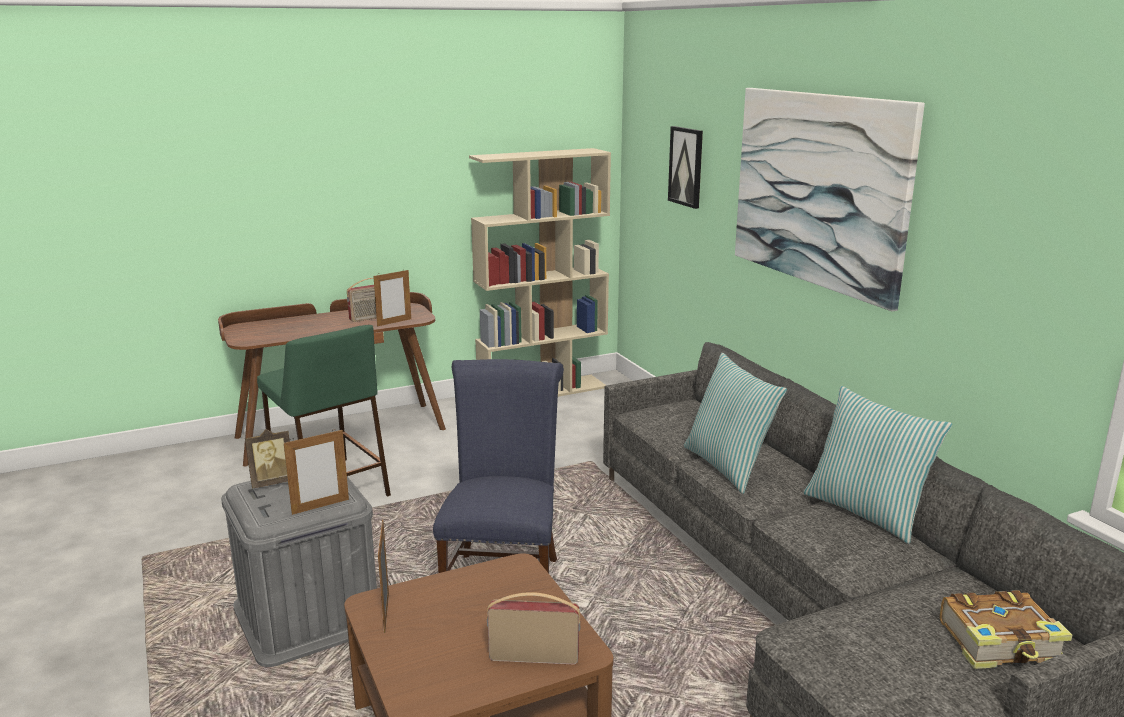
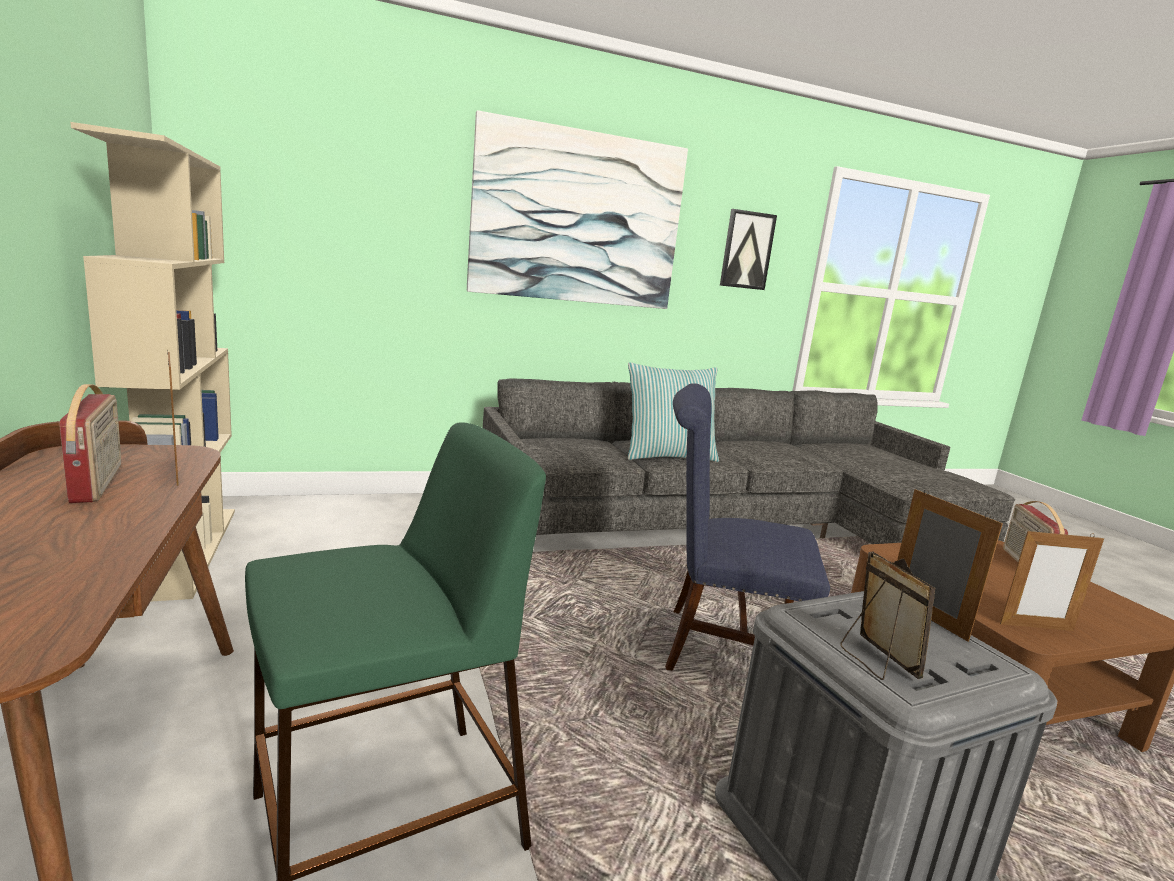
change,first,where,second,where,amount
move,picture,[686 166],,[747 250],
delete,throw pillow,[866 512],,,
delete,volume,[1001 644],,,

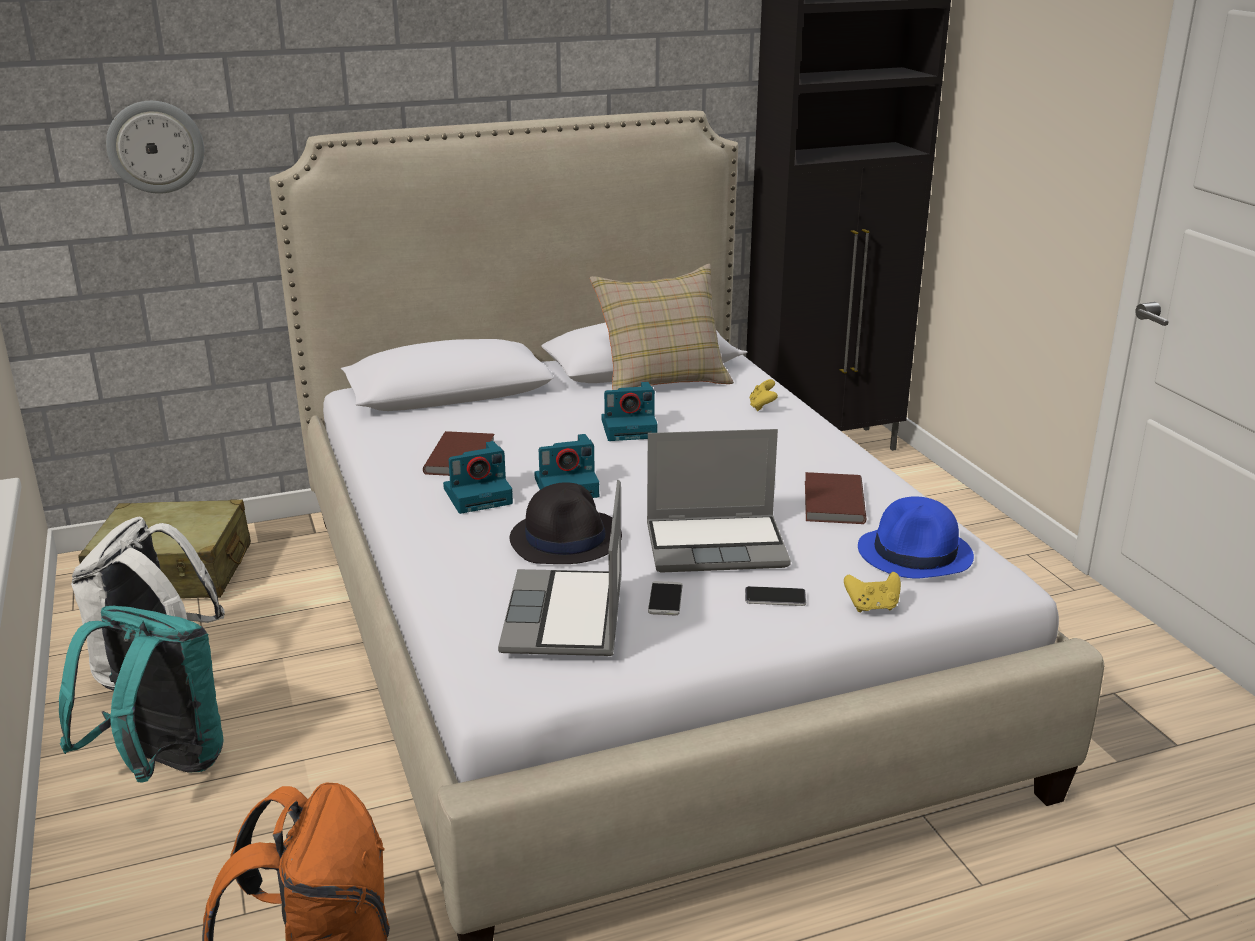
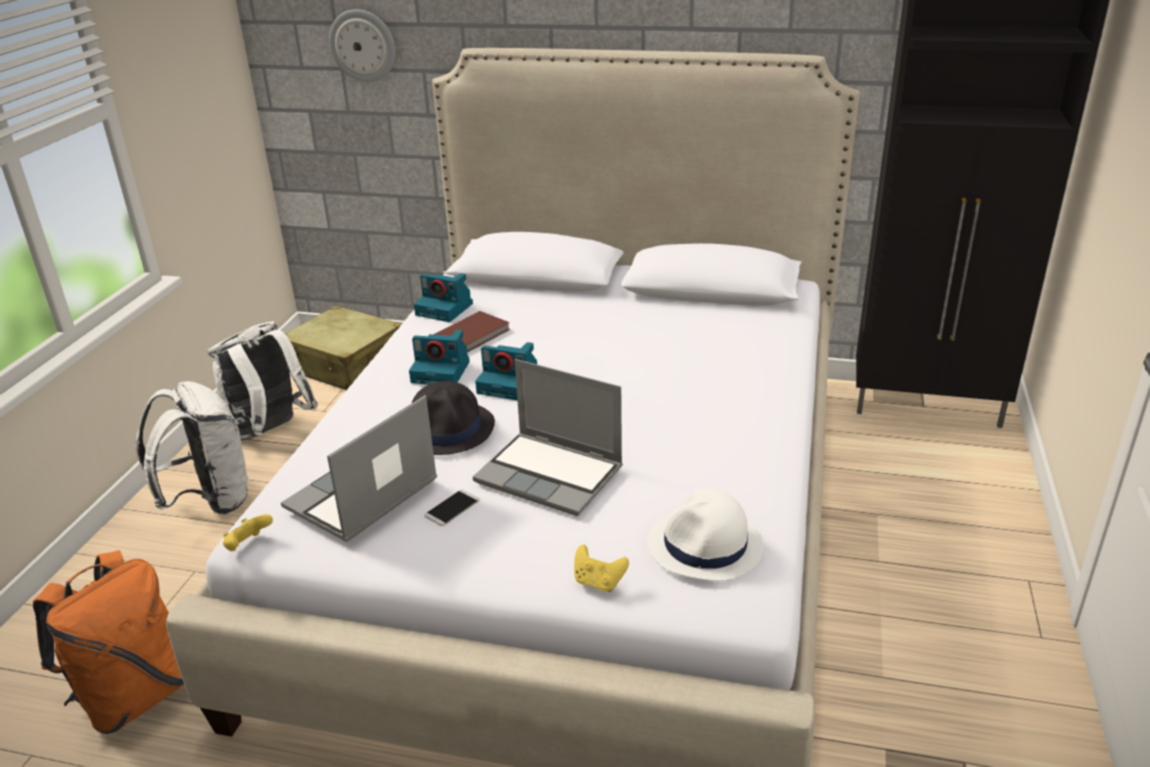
change,first,where,second,where,amount
delete,beige throw pillow,[662 379],,,
move,yellowish game controller,[762 406],,[248 545],
move,still camera,[630 428],,[445 309],
delete,brown volume,[831 502],,,
recolor,blue-coloured hat,[915 554],white-coloured hat,[705 546],
delete,handset,[775 597],,,
recolor,turquoise knapsack,[161 766],white-coloured knapsack,[210 501],

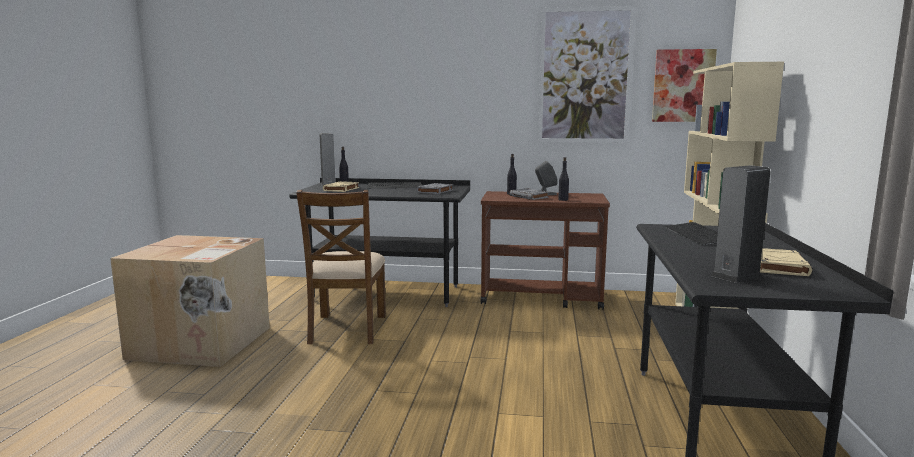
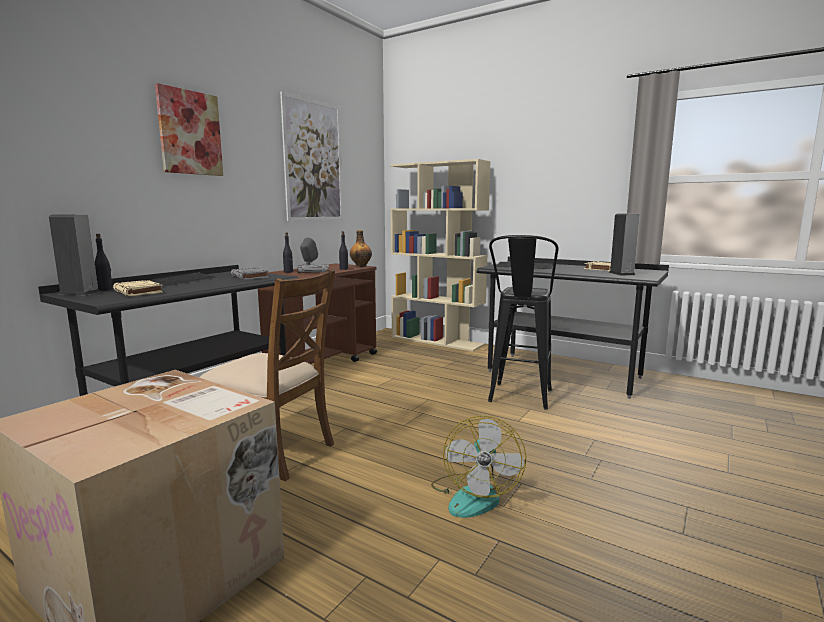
change,first,where,second,where,amount
move,picture,[683 86],,[190 133],
insert,,,bottle,[361 266],
insert,,,black-coloured stool seat,[519 400],
insert,,,electric fan,[474 495],

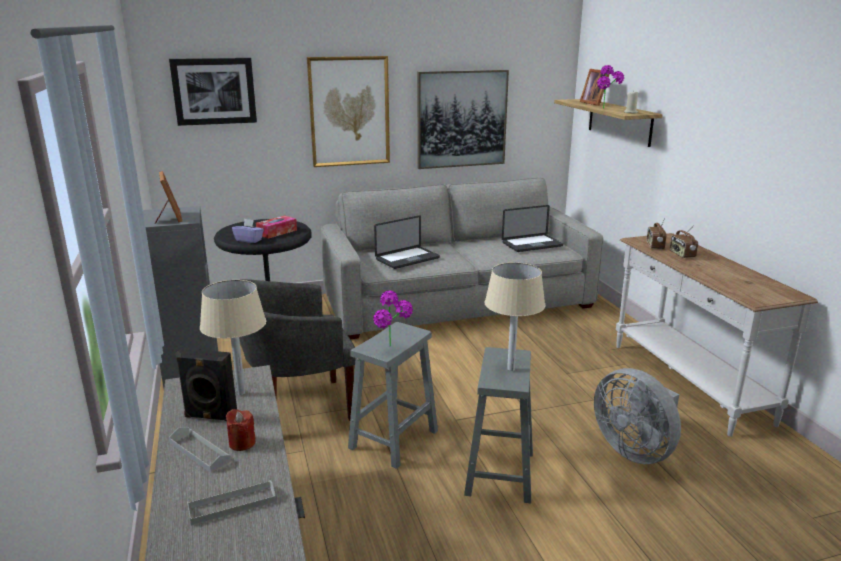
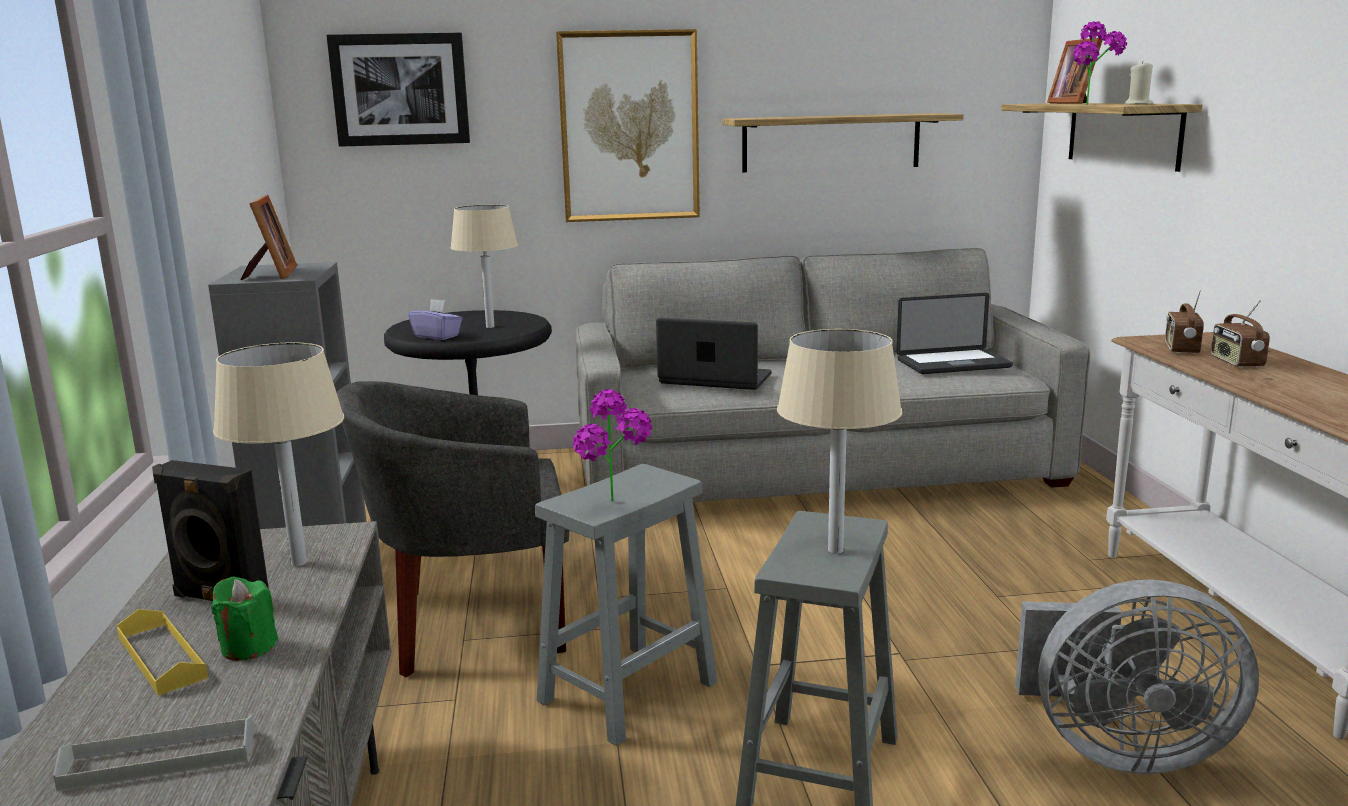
change,first,where,second,where,amount
replace,picture,[461 119],bracket shelf,[831 142],
replace,tissue box,[277 232],beige tabletop lamp,[490 327],
rotate,notebook computer,[407 259],,[715 379],135 degrees counterclockwise
rotate,grey electric fan,[635 450],,[1119 749],60 degrees counterclockwise
recolor,reddish candle,[242 443],green-coloured candle,[248 647],
recolor,grey carrying tray,[199 452],yellowish carrying tray,[161 657],

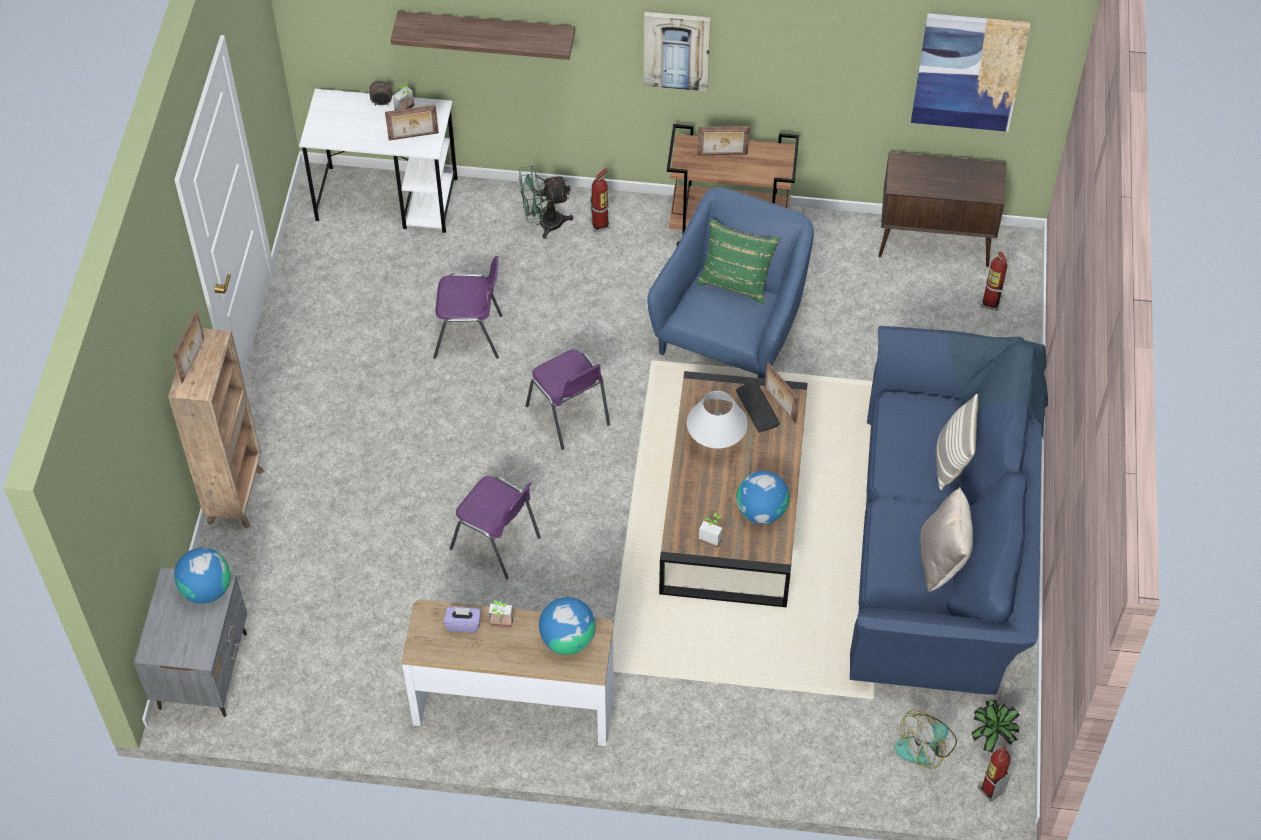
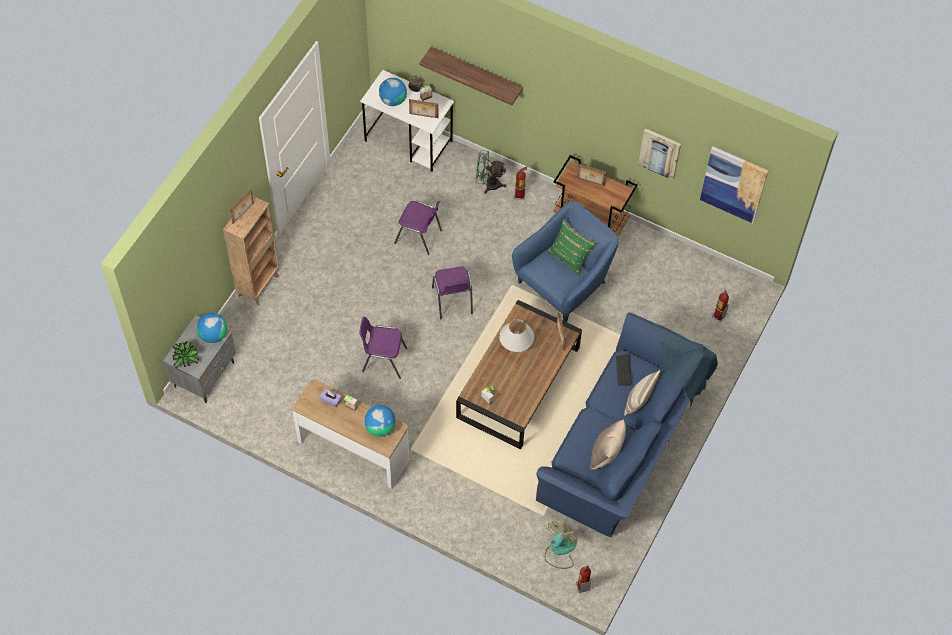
change,first,where,second,where,amount
move,picture,[676 50],,[660 153],
delete,brown cupboard,[935 243],,,
move,computer keyboard,[757 407],,[623 370],
move,desk globe,[761 511],,[393 100],
rotate,purplish upright chair,[497 544],,[383 360],135 degrees clockwise
move,potted plant,[991 737],,[187 362],
rotate,electric fan,[926 746],,[559 551],135 degrees clockwise

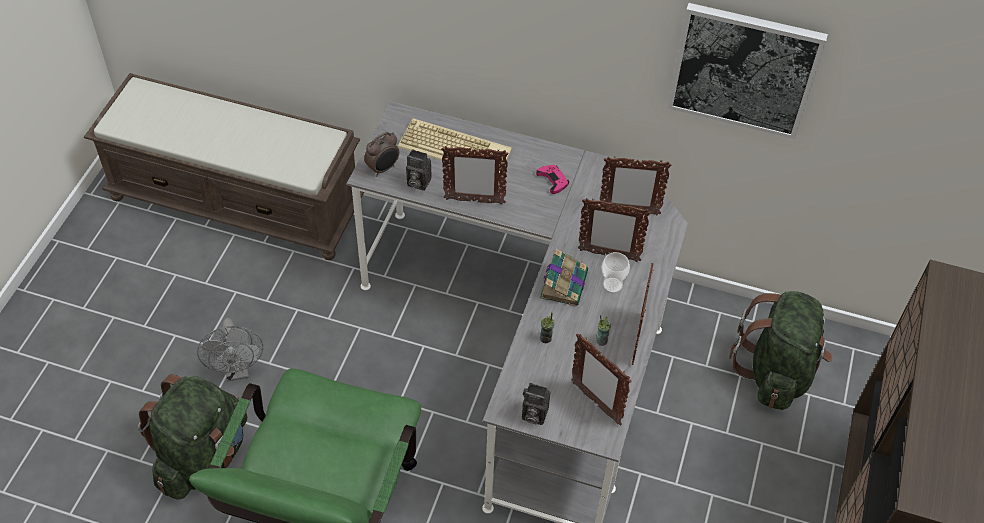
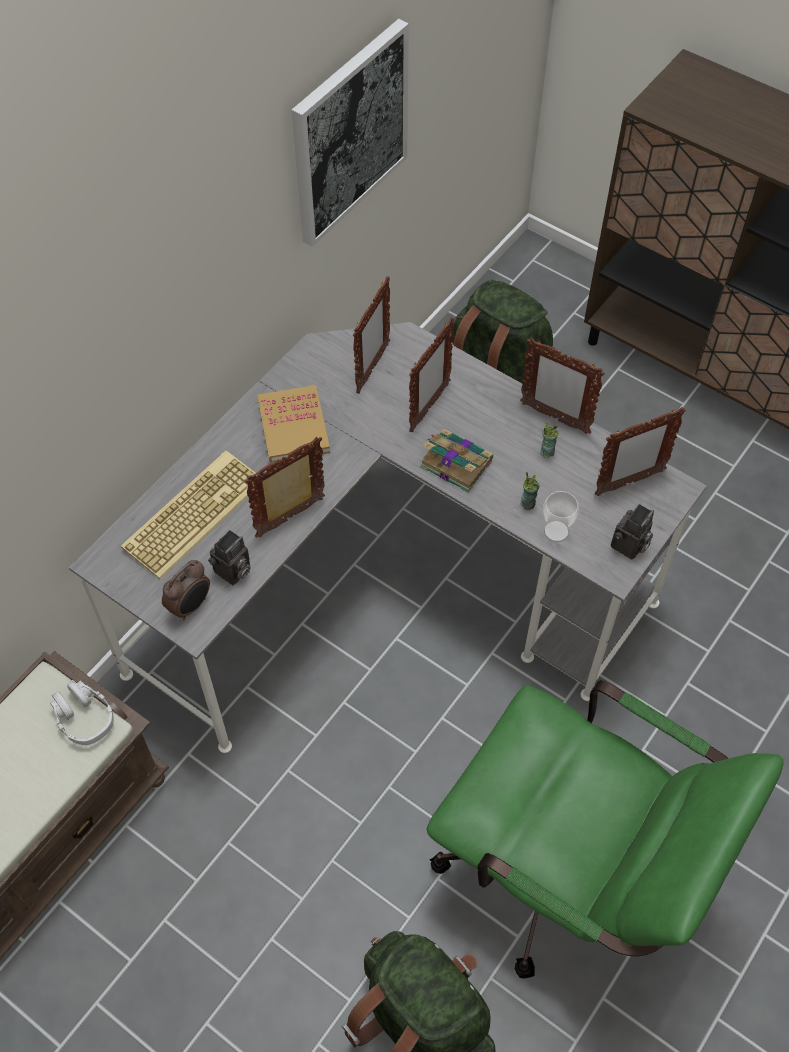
change,first,where,second,where,amount
rotate,alarm clock,[383 169],,[191 606],60 degrees clockwise
rotate,photo frame,[474 201],,[291 518],150 degrees counterclockwise
replace,pinkish game controller,[553 180],volume,[293 426],
move,cup,[612 285],,[556 531],
delete,grey electric fan,[237 370],,,
insert,,,grey pair of headphones,[84 717],

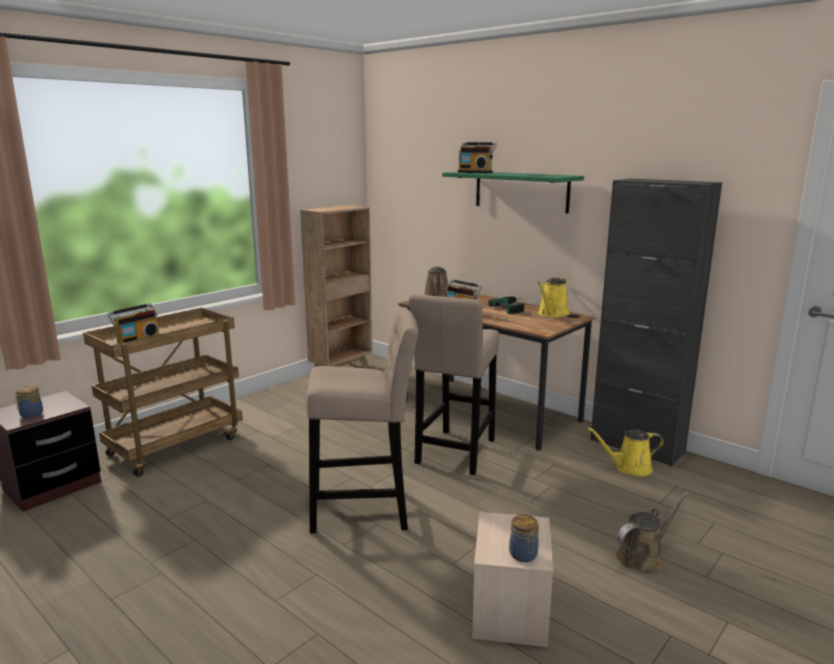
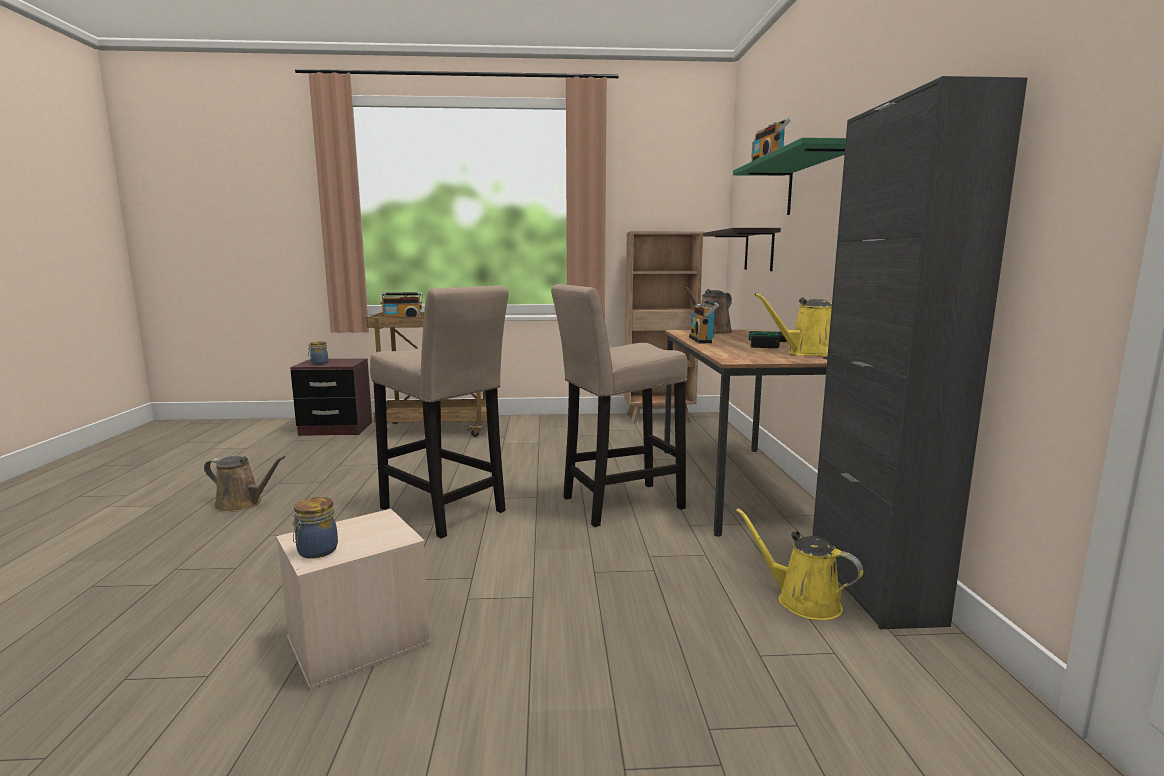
change,first,where,second,where,amount
move,brown sprinkling can,[643 558],,[242 504],
insert,,,bracket shelf,[759 250],

